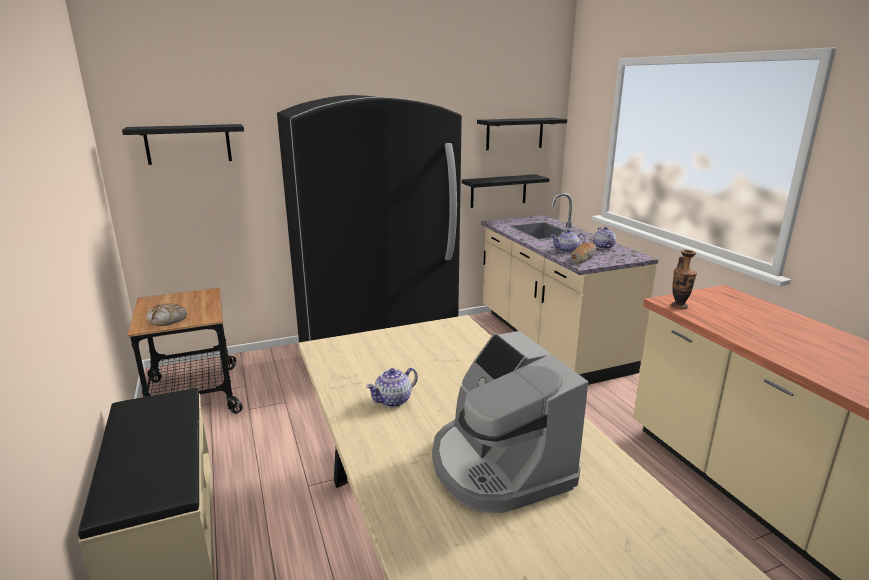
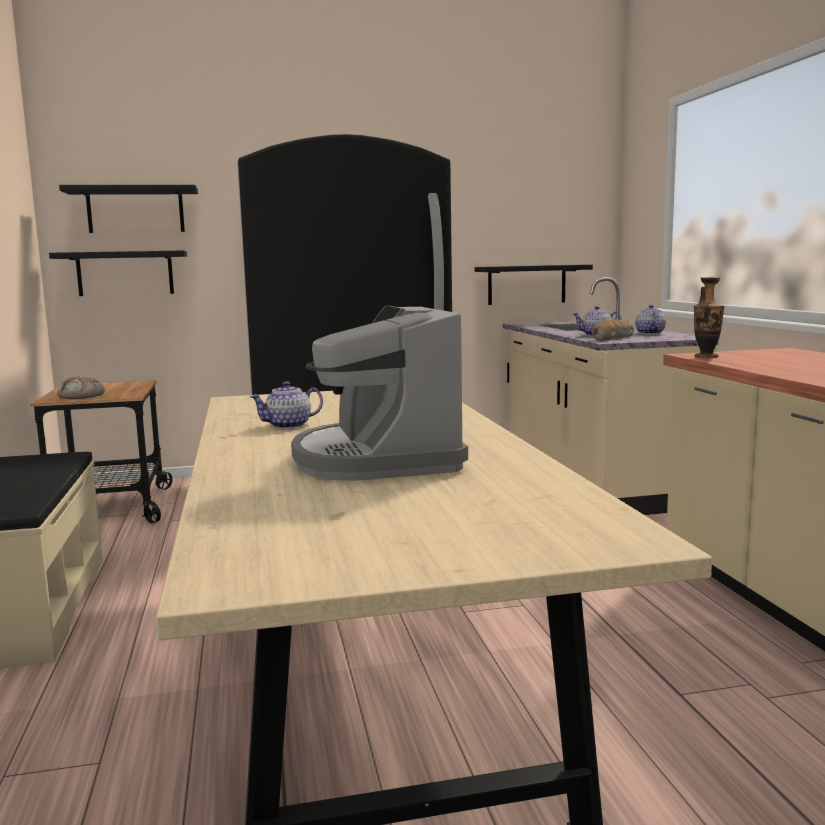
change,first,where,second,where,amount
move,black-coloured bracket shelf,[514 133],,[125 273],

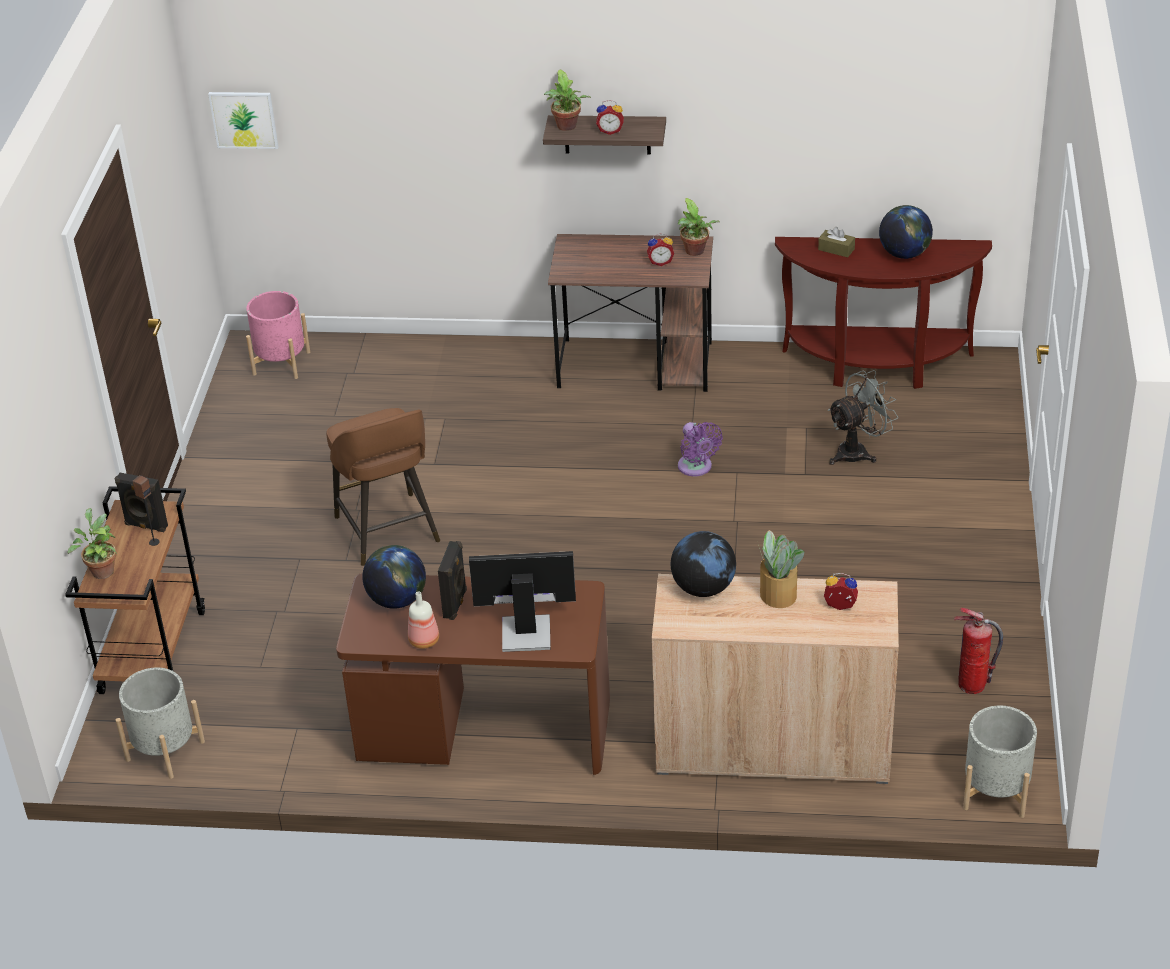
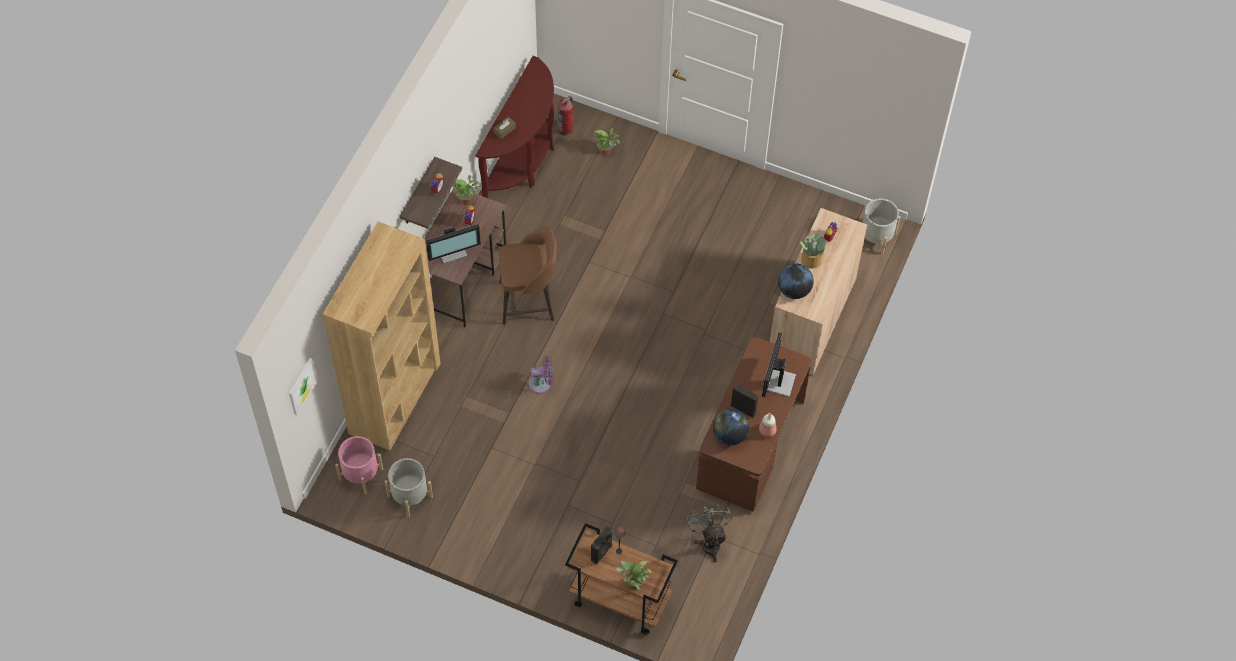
change,first,where,second,where,amount
move,potted plant,[567 127],,[606 151],
delete,desk globe,[904 254],,,
move,grey electric fan,[858 451],,[709 541],
move,brown stool seat,[388 531],,[529 301],
move,purplish electric fan,[696 468],,[542 383],
move,fire extinguisher,[972 685],,[565 129],
move,grey flower pot,[165 750],,[410 496],
insert,,,brown bookcase,[395 398],
insert,,,computer display,[452 251],

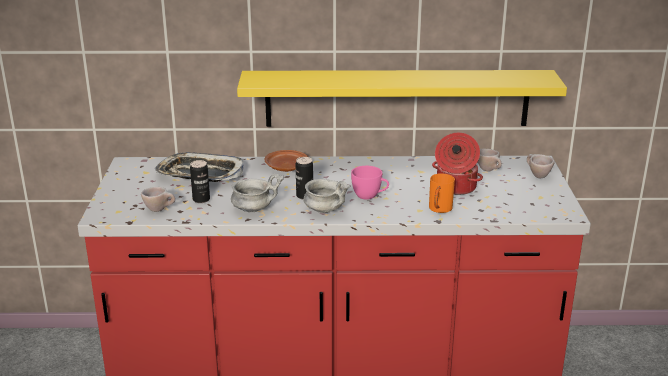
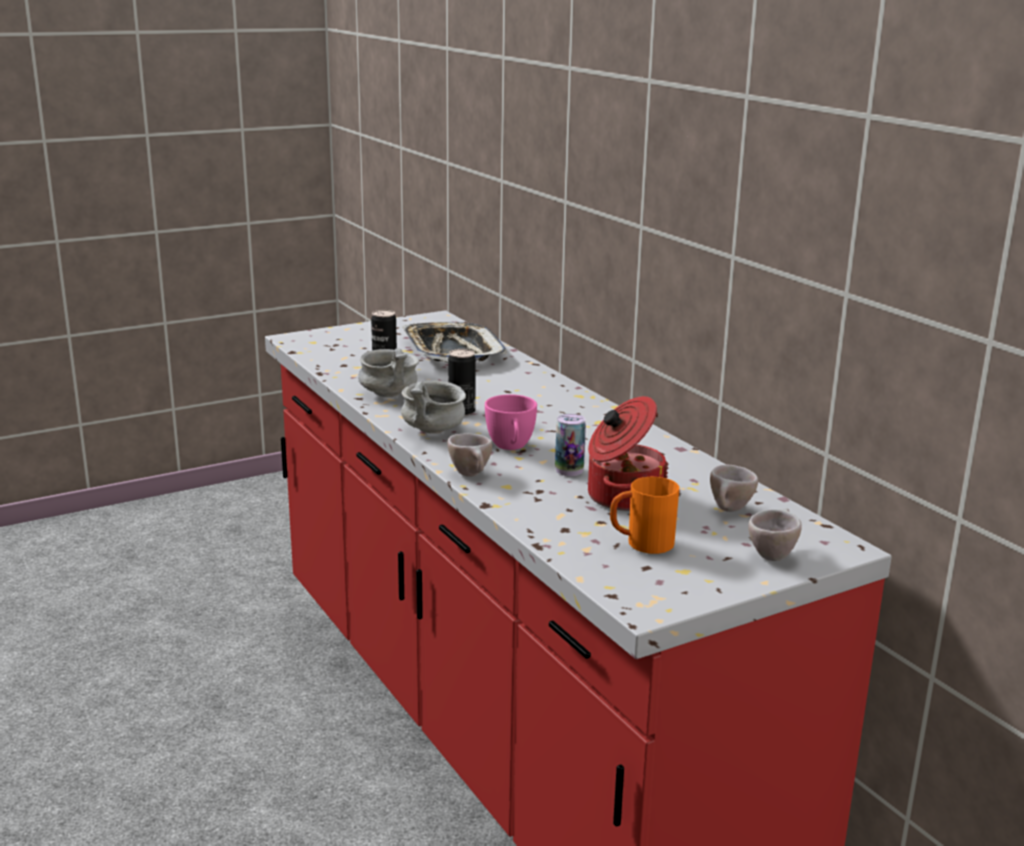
change,first,where,second,where,amount
delete,yellowish bracket shelf,[397 98],,,
delete,brown dinner plate,[286 167],,,
move,orange-coloured coffee mug,[439 210],,[641 544],
move,beige cup,[160 210],,[472 475],
insert,,,can,[569 470],

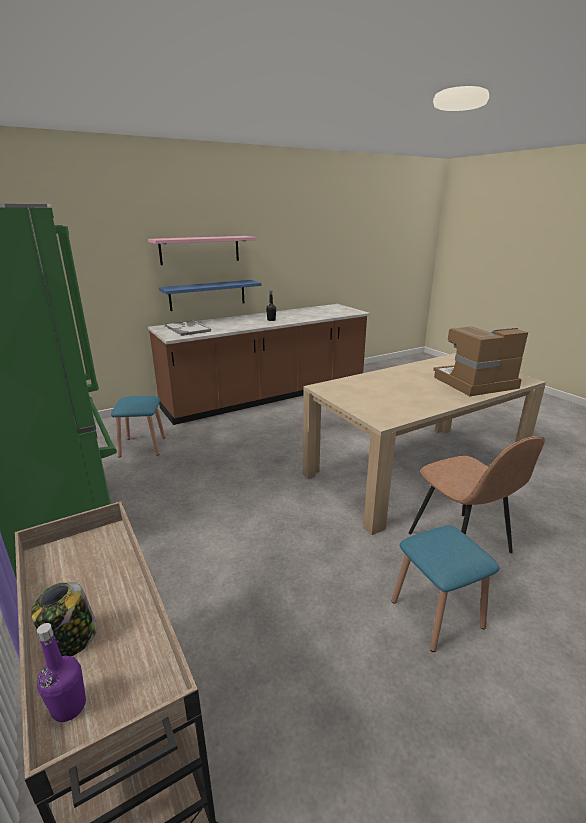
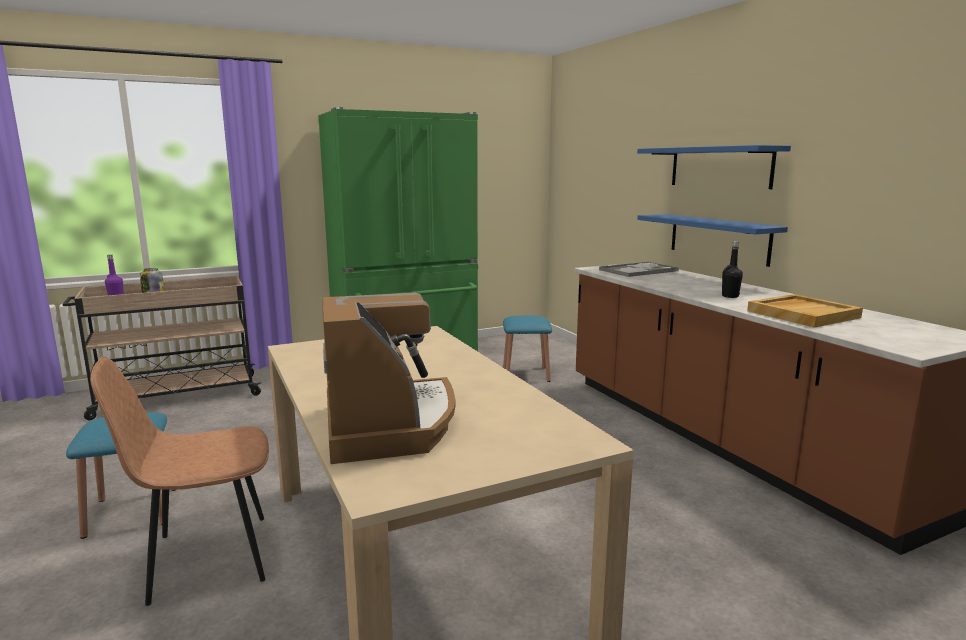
change,first,where,second,where,amount
recolor,pinkish bracket shelf,[200 250],blue-coloured bracket shelf,[719 167],
insert,,,beige carrying tray,[802 314],

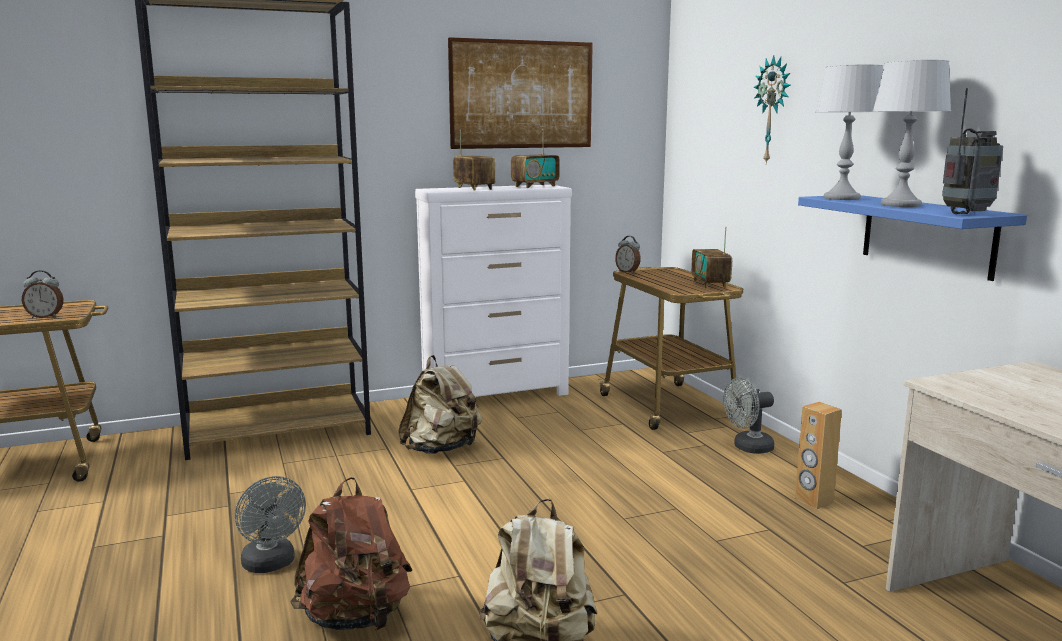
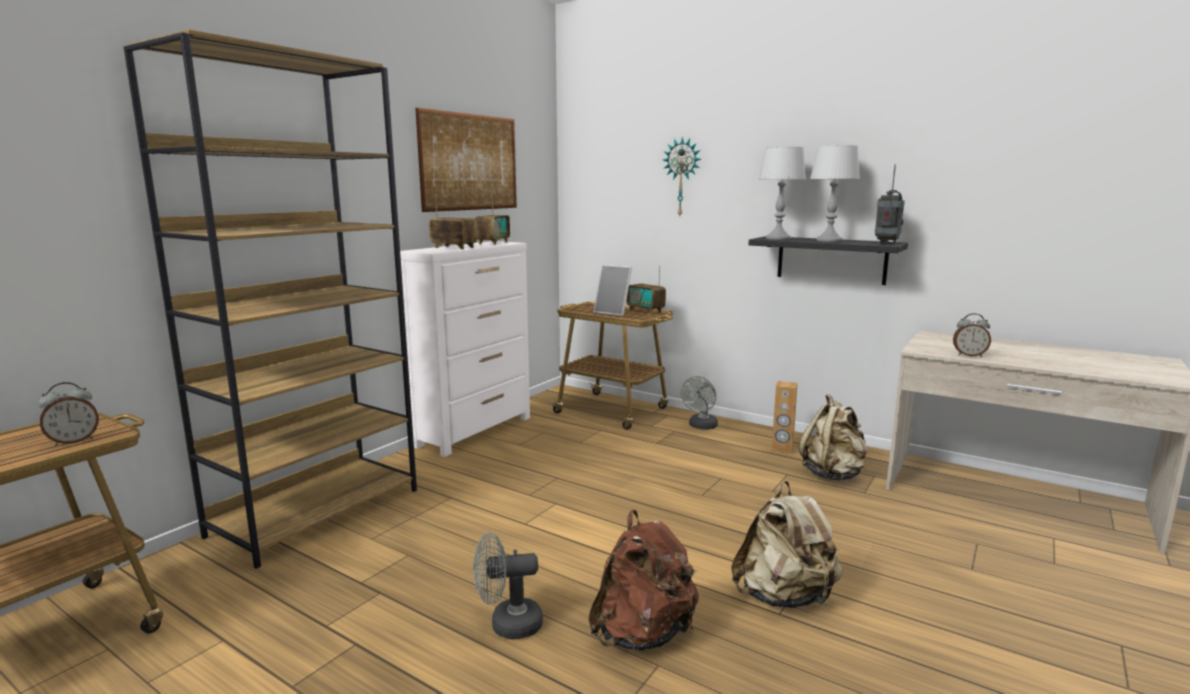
change,first,where,second,where,amount
recolor,blue-coloured bracket shelf,[927 235],black-coloured bracket shelf,[831 260],
move,alarm clock,[628 272],,[969 355],
move,beige knapsack,[441 449],,[833 474],
rotate,grey electric fan,[271 564],,[508 625],150 degrees clockwise
insert,,,photo frame,[613 312],

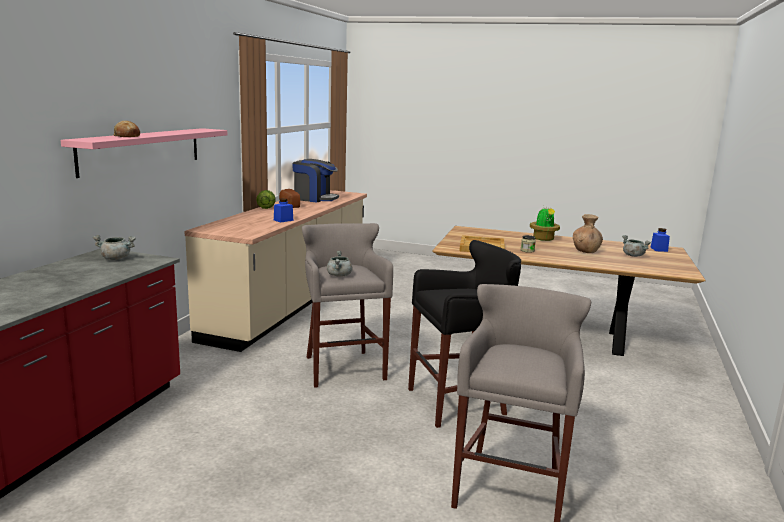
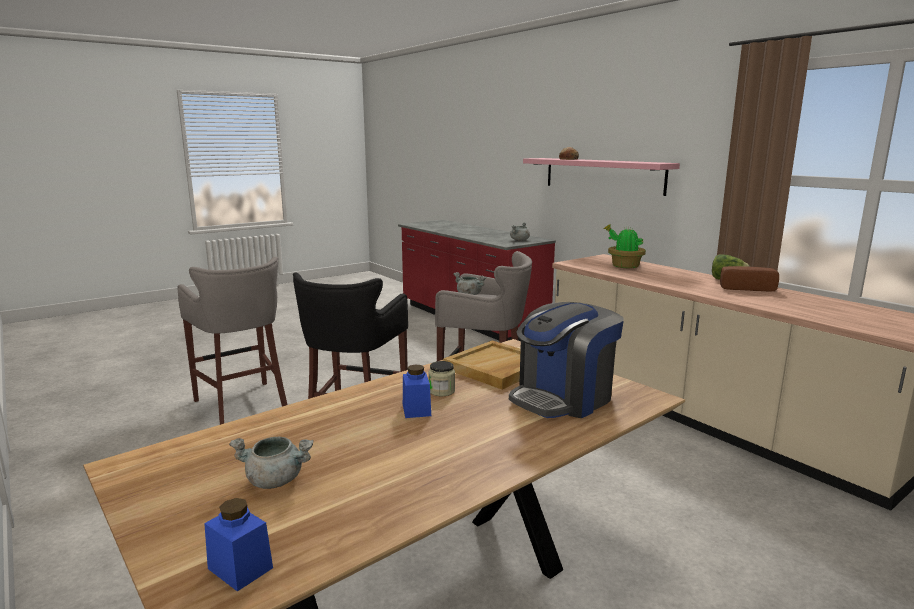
change,first,where,second,where,amount
move,coffee brewer,[314 198],,[563 398],
move,blue-coloured jar,[283 220],,[416 410],
move,potted plant,[543 239],,[624 266],
delete,brown vase,[586 251],,,

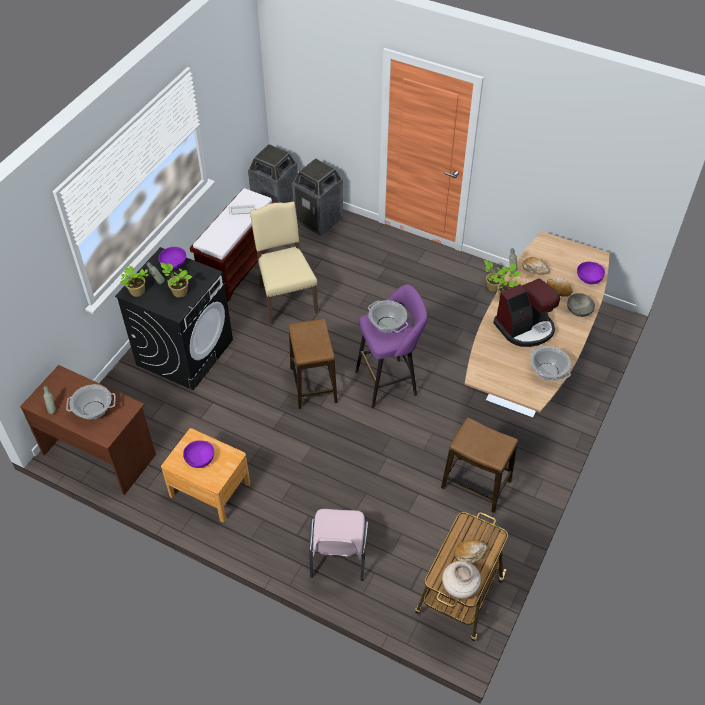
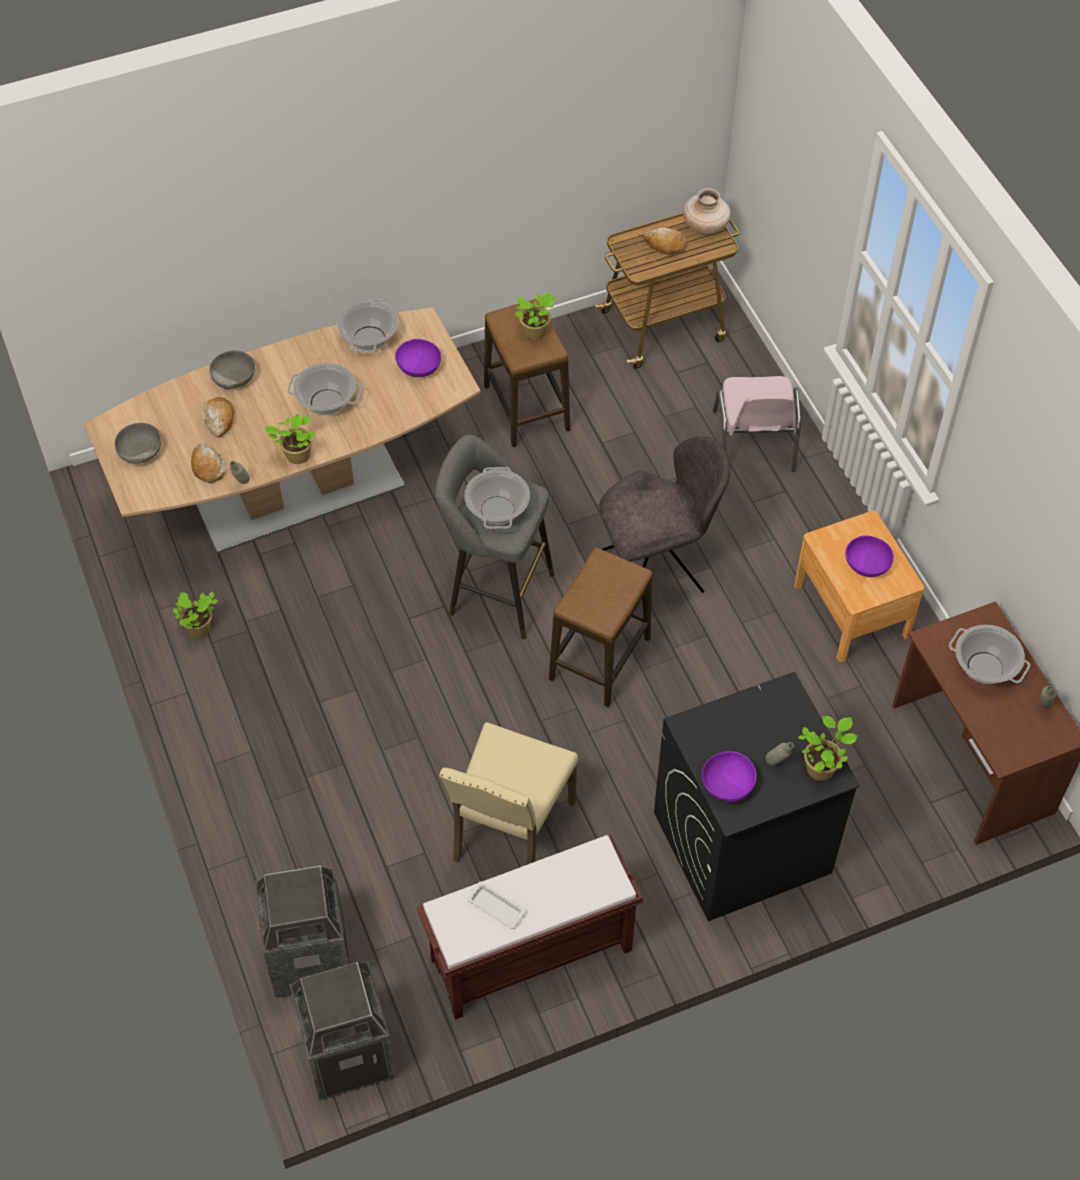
change,first,where,second,where,amount
move,purplish serving bowl,[588 278],,[419 367],
move,potted plant,[178 292],,[536 333],
replace,coffee brewer,[525 328],saucepot,[326 402],
recolor,purplish stool seat,[389 382],grey stool seat,[495 592],
rotate,pinkish upright chair,[338 554],,[754 442],135 degrees clockwise
insert,,,grey serving bowl,[141 452],
insert,,,grey upright chair,[657 570],

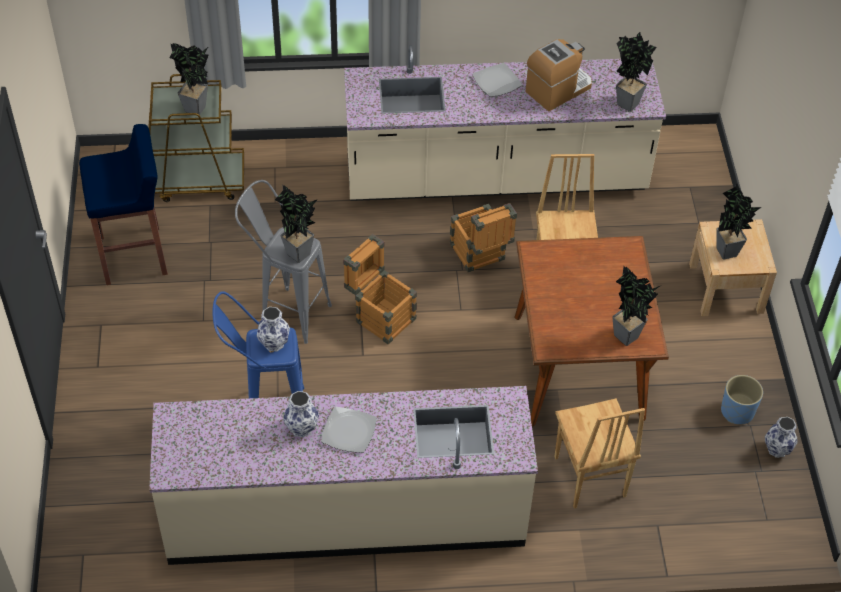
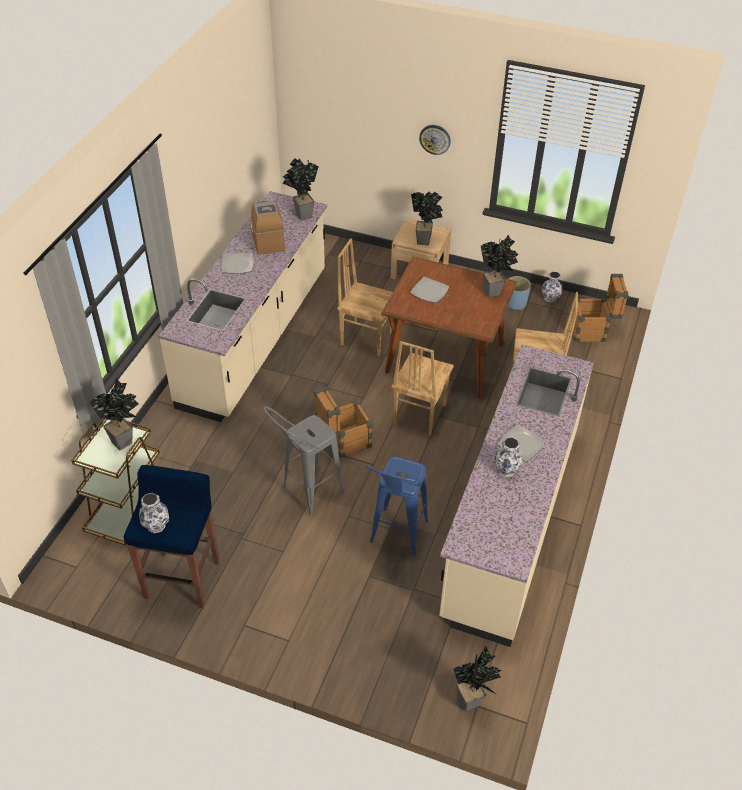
change,first,where,second,where,amount
move,potted plant,[299 257],,[472 702],
move,shipping crate,[479 257],,[593 332],
move,vase,[274 343],,[157 525],
insert,,,clock on the wall,[435 139],
insert,,,dinner plate,[429 292],
insert,,,brown upright chair,[418 414],

